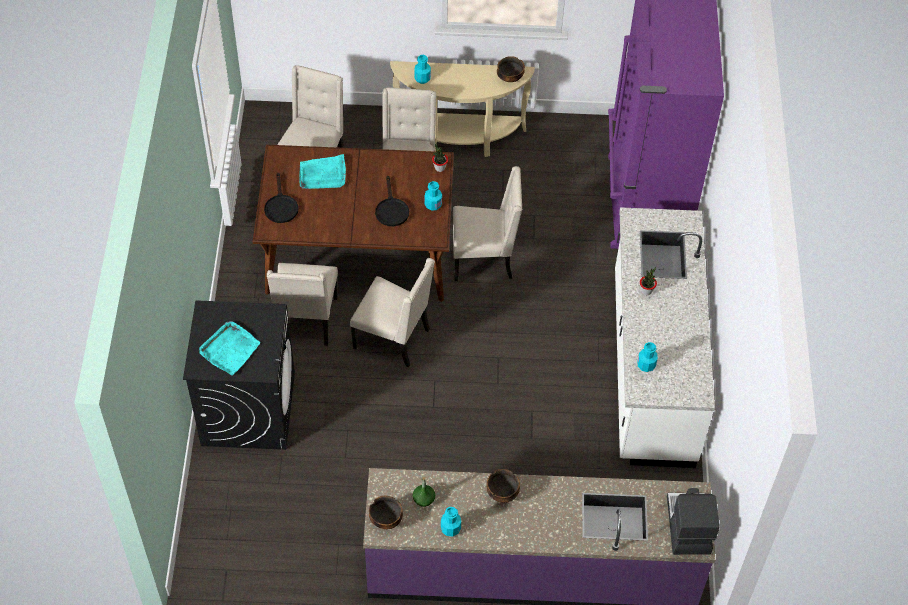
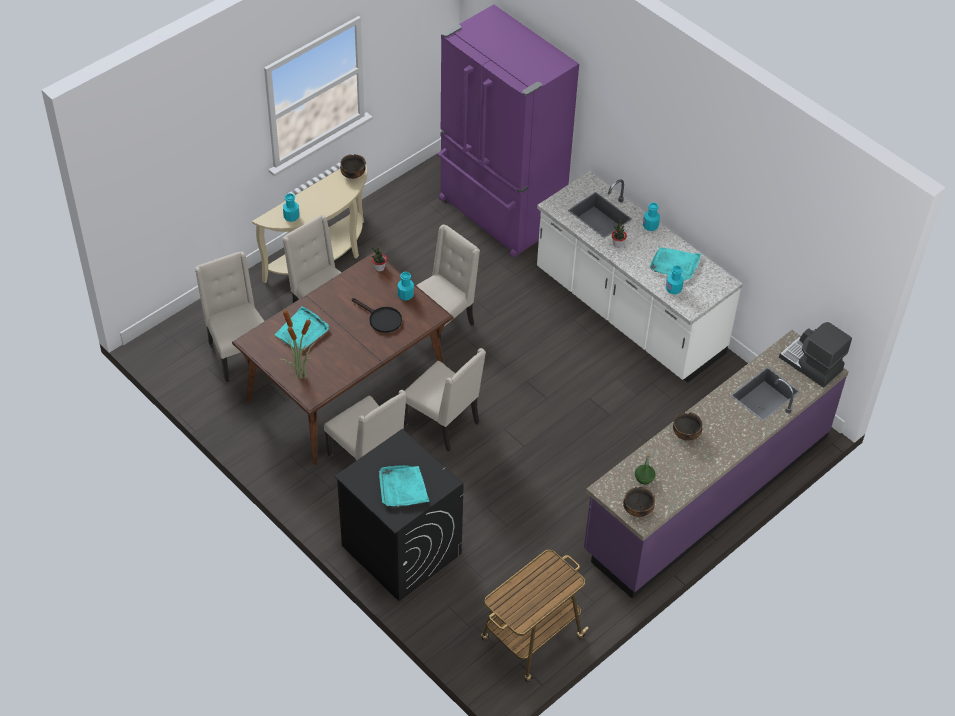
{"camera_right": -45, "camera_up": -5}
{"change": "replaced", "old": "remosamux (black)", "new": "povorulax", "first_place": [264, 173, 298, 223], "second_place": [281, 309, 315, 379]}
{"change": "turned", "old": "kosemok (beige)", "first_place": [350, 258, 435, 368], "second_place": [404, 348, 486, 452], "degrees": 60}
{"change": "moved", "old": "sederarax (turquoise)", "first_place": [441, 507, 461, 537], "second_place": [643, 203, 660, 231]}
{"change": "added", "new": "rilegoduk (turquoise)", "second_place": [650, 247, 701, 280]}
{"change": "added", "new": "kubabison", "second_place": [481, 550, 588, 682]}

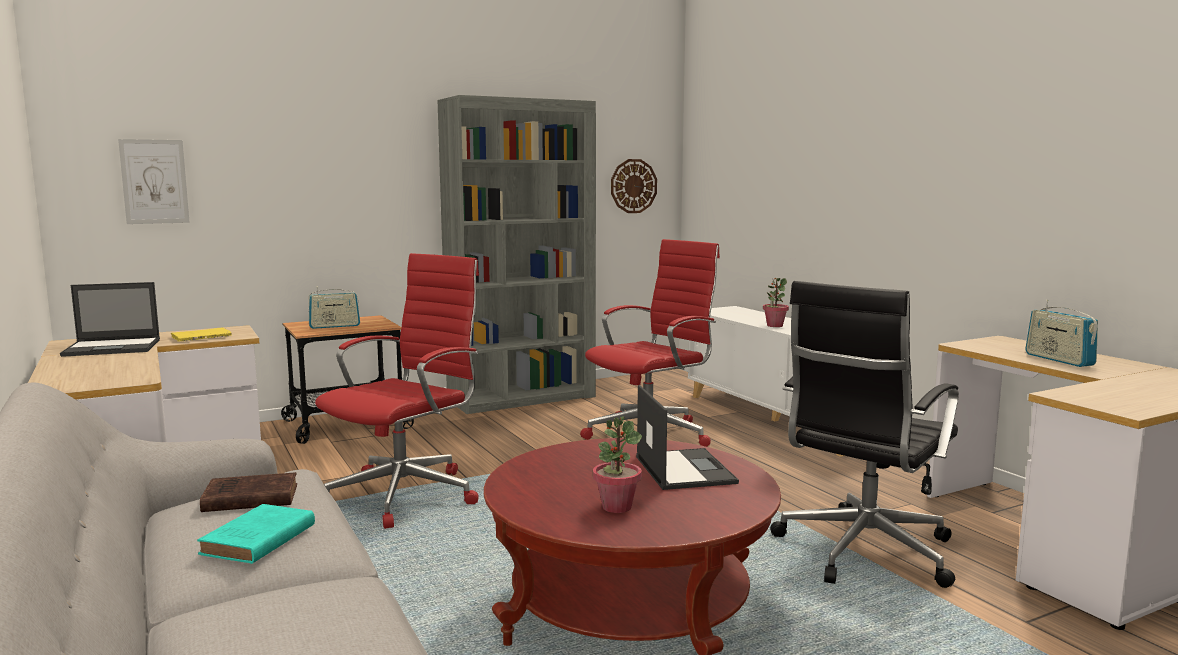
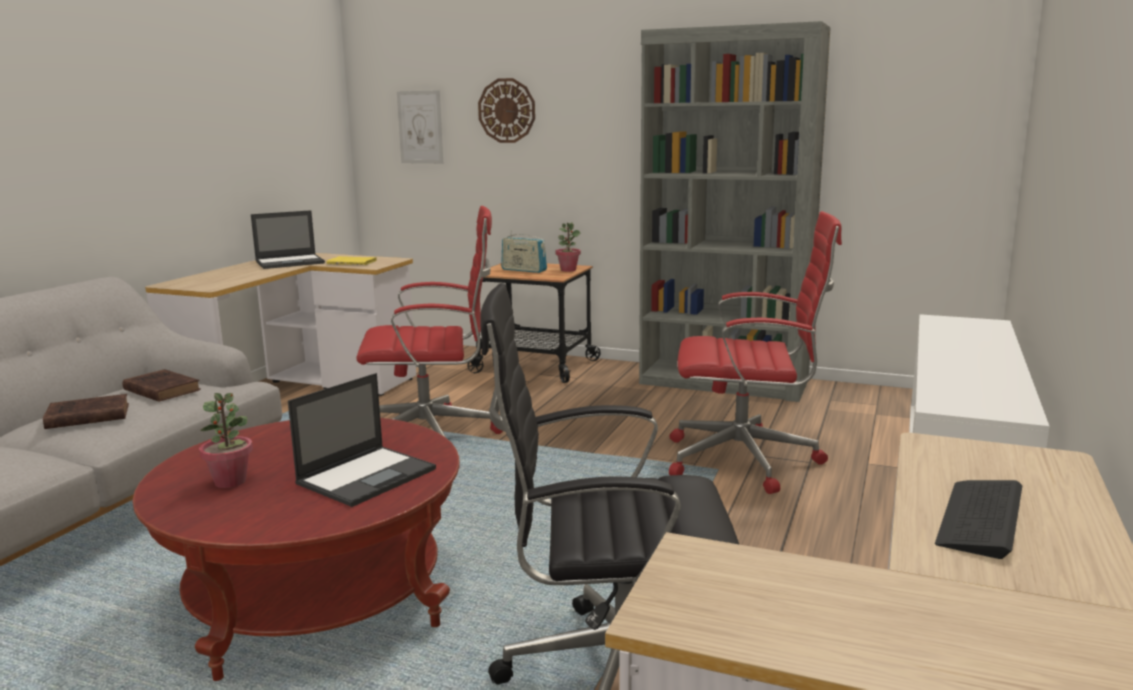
{"camera_right": 50, "camera_up": 5}
{"change": "moved", "old": "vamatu", "first_place": [611, 159, 657, 213], "second_place": [478, 78, 535, 143]}
{"change": "moved", "old": "povorulax", "first_place": [763, 278, 789, 327], "second_place": [556, 222, 581, 272]}
{"change": "turned", "old": "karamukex", "first_place": [60, 282, 160, 357], "second_place": [251, 210, 325, 269], "degrees": -60}
{"change": "replaced", "old": "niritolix", "new": "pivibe", "first_place": [1025, 300, 1098, 367], "second_place": [935, 480, 1022, 559]}
{"change": "recoloured", "old": "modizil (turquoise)", "new": "modizil (brown)", "first_place": [197, 504, 315, 564], "second_place": [43, 394, 129, 429]}

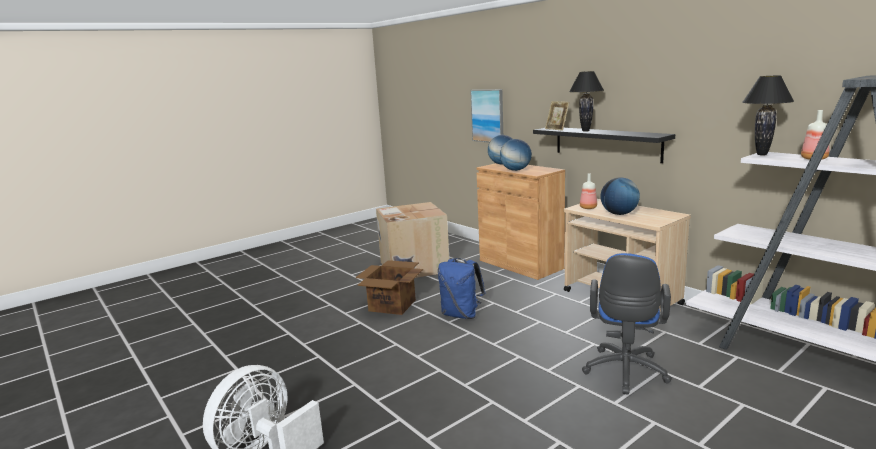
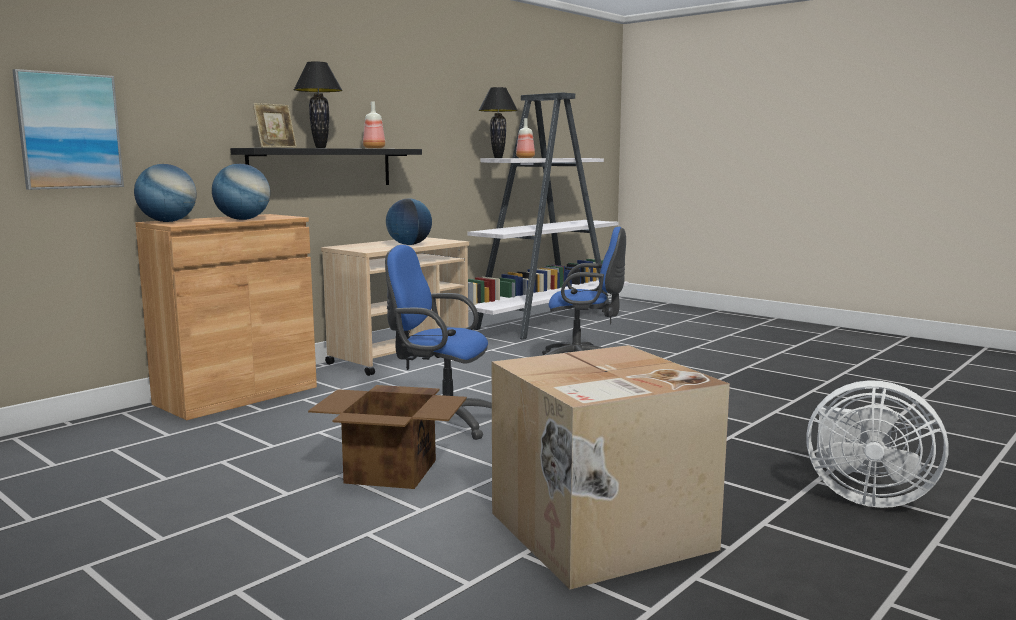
{"camera_right": -100, "camera_up": -5}
{"change": "moved", "old": "sederarax", "first_place": [580, 174, 597, 209], "second_place": [363, 101, 385, 149]}
{"change": "moved", "old": "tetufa", "first_place": [376, 202, 449, 278], "second_place": [492, 345, 730, 589]}
{"change": "replaced", "old": "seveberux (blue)", "new": "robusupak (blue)", "first_place": [438, 258, 485, 319], "second_place": [385, 245, 492, 440]}

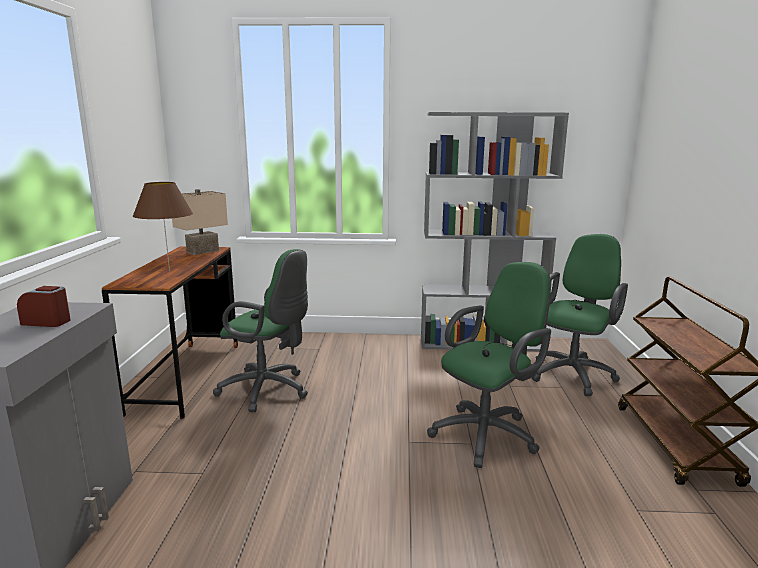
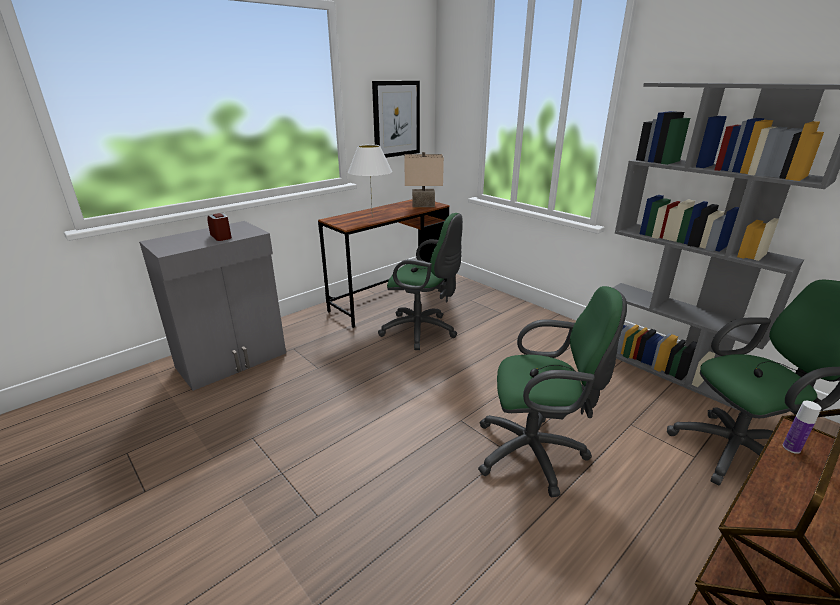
{"camera_right": 45, "camera_up": 10}
{"change": "recoloured", "old": "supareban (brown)", "new": "supareban (white)", "first_place": [133, 182, 193, 272], "second_place": [348, 144, 392, 217]}
{"change": "turned", "old": "robusupak (green)", "first_place": [213, 249, 308, 412], "second_place": [378, 213, 463, 350], "degrees": -45}
{"change": "added", "new": "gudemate", "second_place": [372, 81, 420, 158]}
{"change": "added", "new": "sederarax", "second_place": [783, 401, 821, 454]}

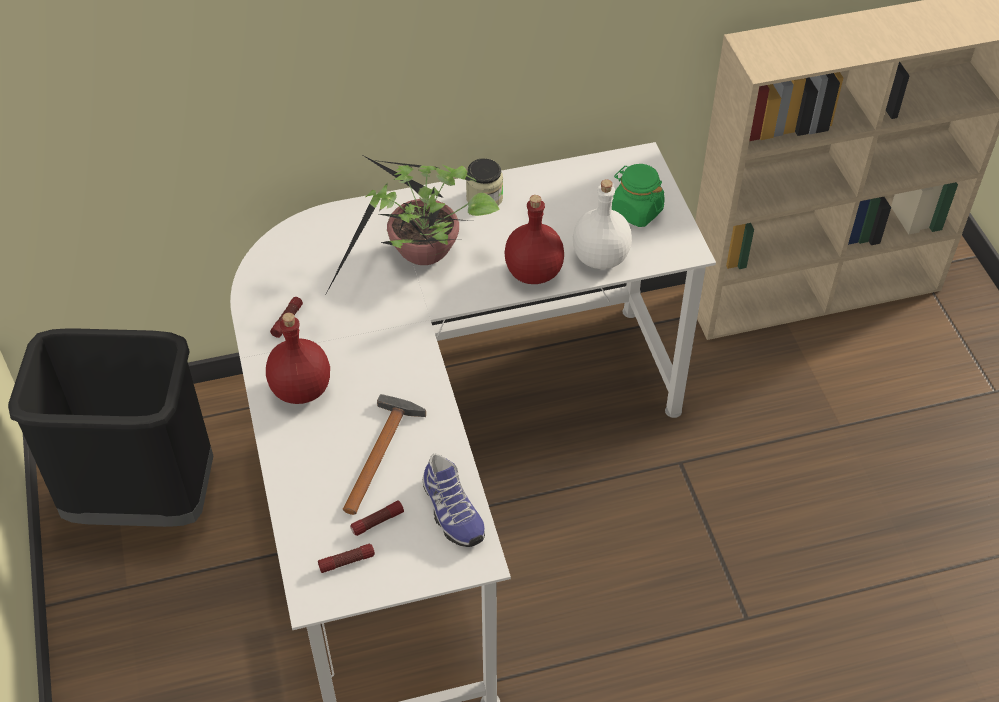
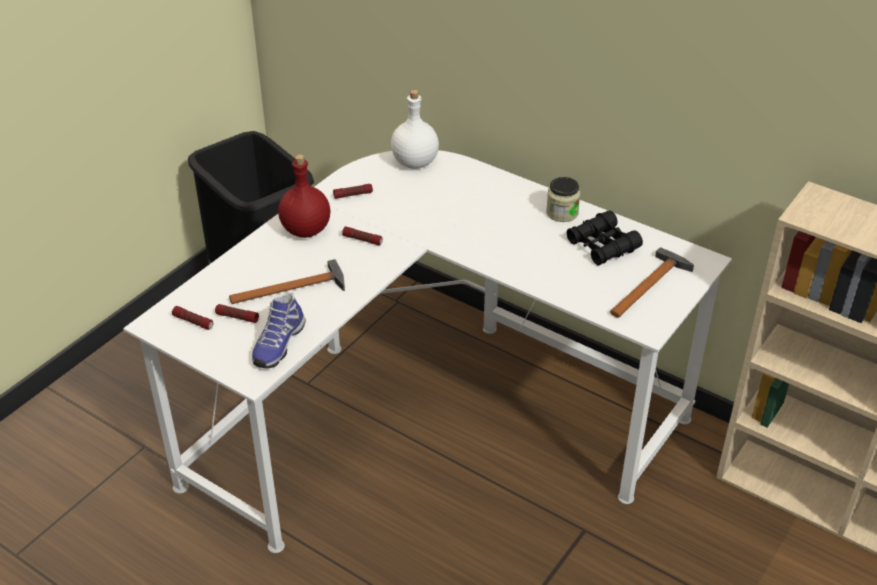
{"camera_right": 50, "camera_up": -10}
{"change": "removed", "old": "povorulax", "first_place": [327, 154, 500, 292]}
{"change": "replaced", "old": "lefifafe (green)", "new": "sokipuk", "first_place": [612, 164, 665, 227], "second_place": [610, 247, 694, 318]}
{"change": "moved", "old": "sederarax (white)", "first_place": [573, 180, 632, 269], "second_place": [391, 90, 439, 169]}
{"change": "removed", "old": "sederarax (red)", "first_place": [504, 195, 564, 284]}
{"change": "added", "new": "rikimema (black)", "second_place": [566, 211, 643, 265]}
{"change": "added", "new": "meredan", "second_place": [342, 226, 383, 245]}

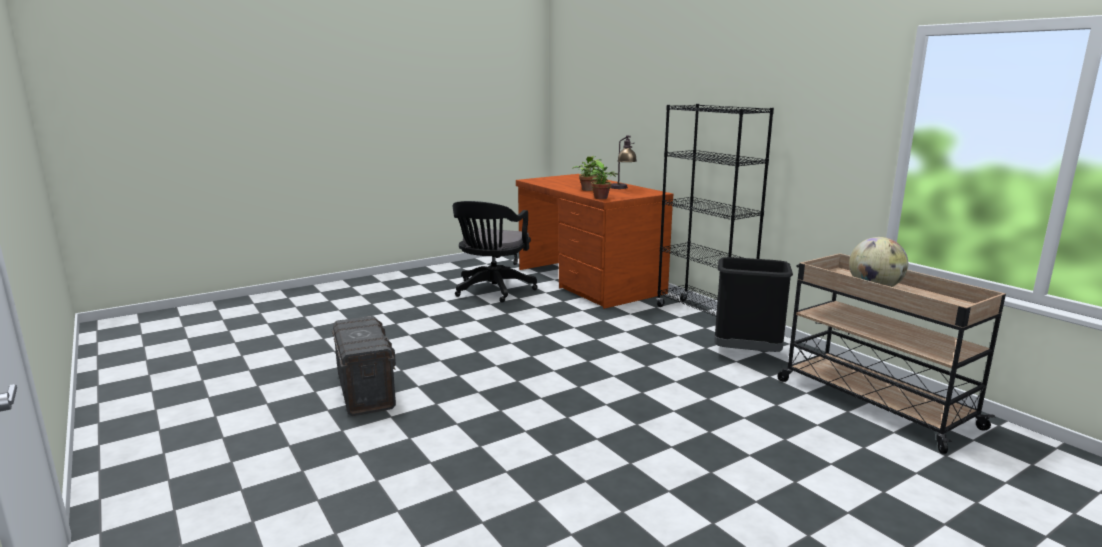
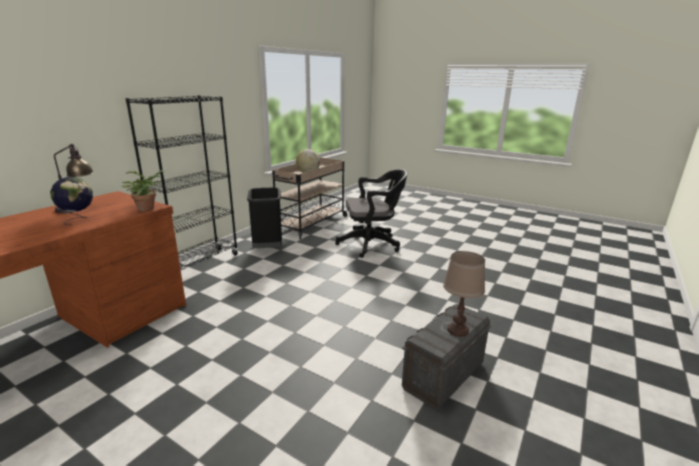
{"camera_right": -115, "camera_up": 5}
{"change": "replaced", "old": "povorulax", "new": "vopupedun", "first_place": [572, 156, 601, 191], "second_place": [50, 177, 93, 225]}
{"change": "moved", "old": "robusupak (black)", "first_place": [453, 201, 538, 303], "second_place": [335, 169, 408, 258]}
{"change": "added", "new": "supareban (brown)", "second_place": [443, 251, 485, 337]}

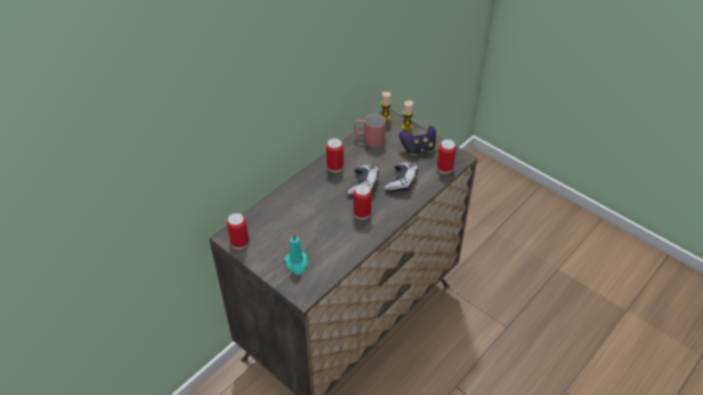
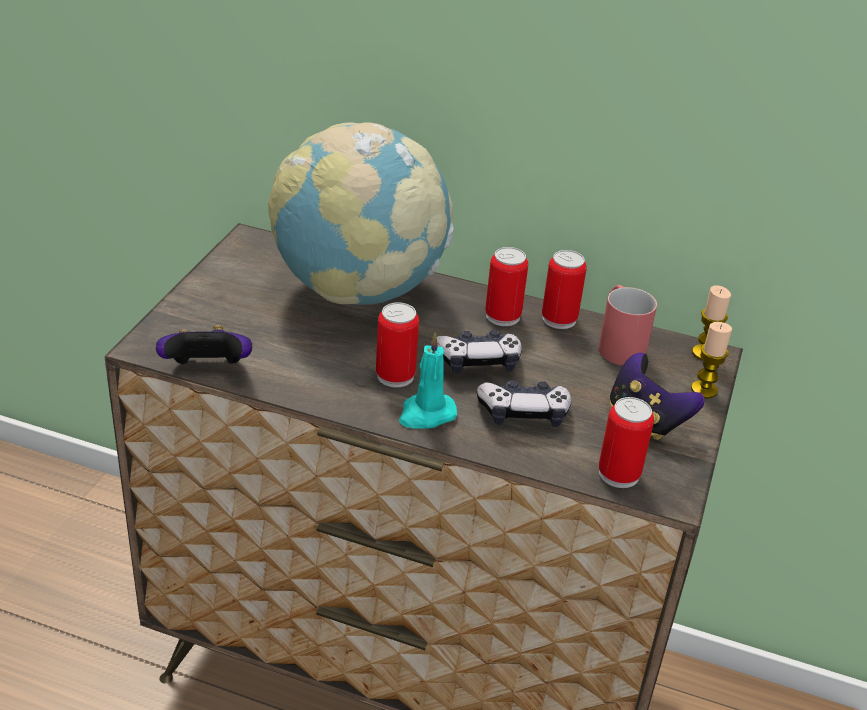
{"camera_right": 65, "camera_up": -10}
{"change": "moved", "old": "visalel", "first_place": [227, 213, 249, 249], "second_place": [542, 250, 587, 329]}
{"change": "moved", "old": "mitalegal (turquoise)", "first_place": [284, 234, 308, 275], "second_place": [399, 332, 457, 429]}
{"change": "added", "new": "vopupedun", "second_place": [268, 122, 454, 305]}
{"change": "added", "new": "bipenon", "second_place": [156, 325, 252, 364]}

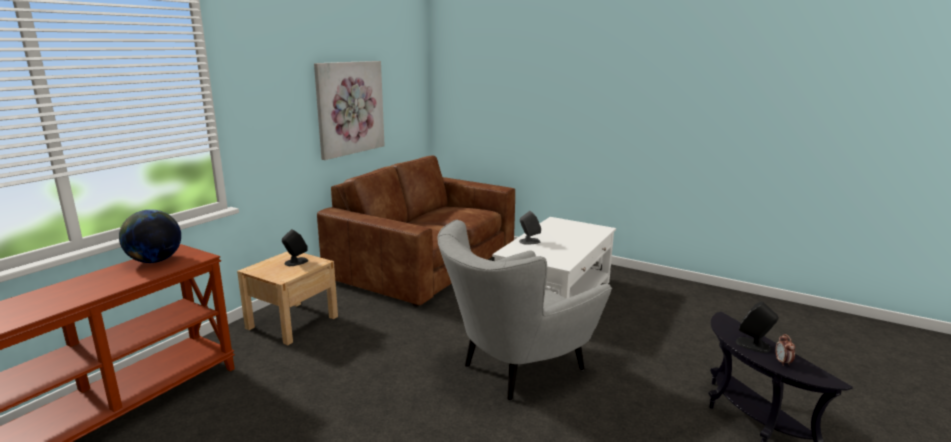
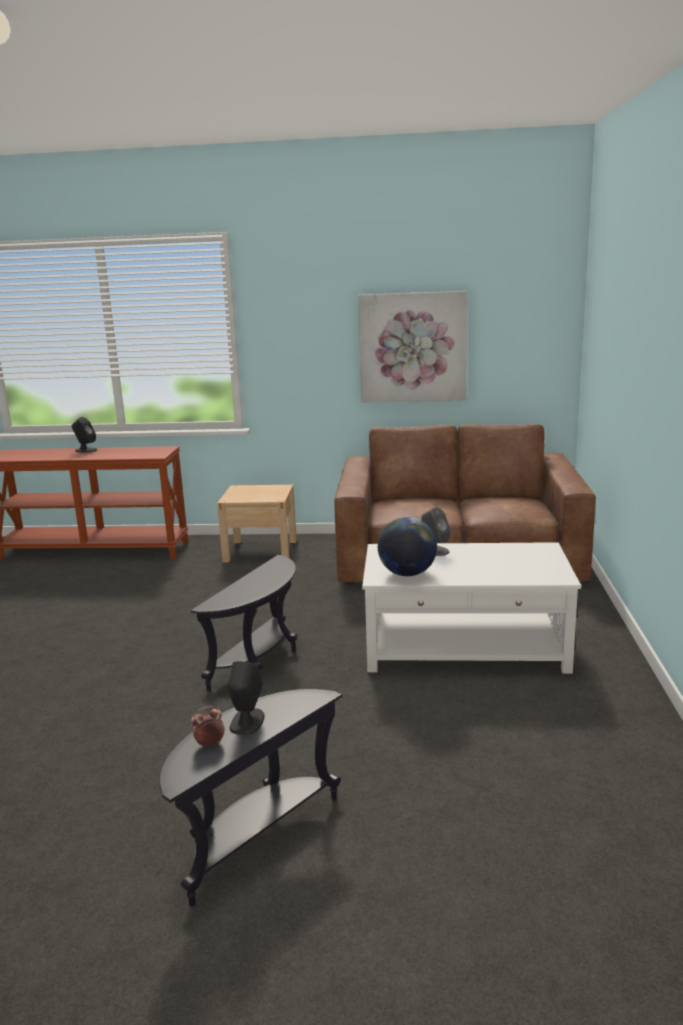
{"camera_right": 65, "camera_up": 0}
{"change": "moved", "old": "vopupedun", "first_place": [119, 210, 181, 263], "second_place": [378, 517, 437, 576]}
{"change": "replaced", "old": "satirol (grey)", "new": "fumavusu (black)", "first_place": [437, 220, 612, 401], "second_place": [190, 555, 298, 692]}
{"change": "moved", "old": "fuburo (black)", "first_place": [282, 229, 308, 266], "second_place": [72, 417, 97, 453]}

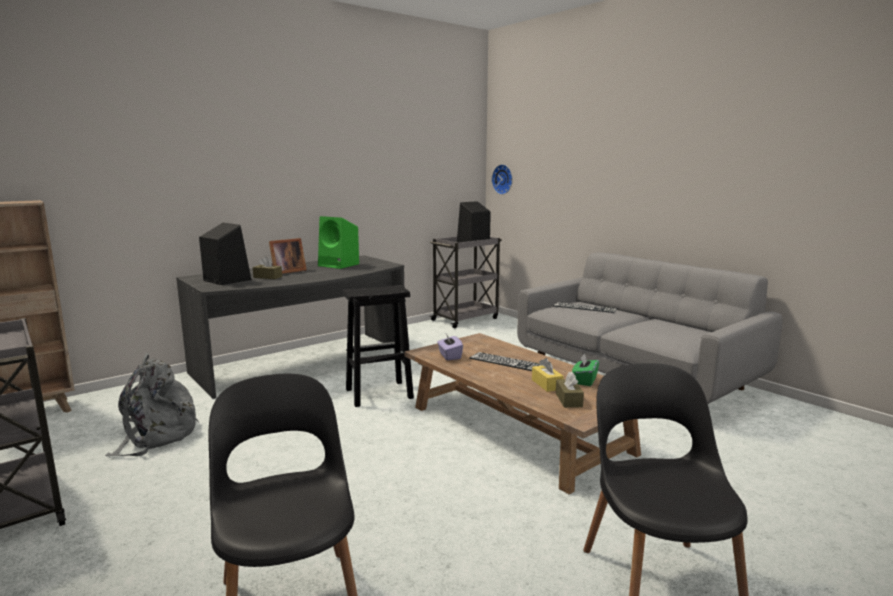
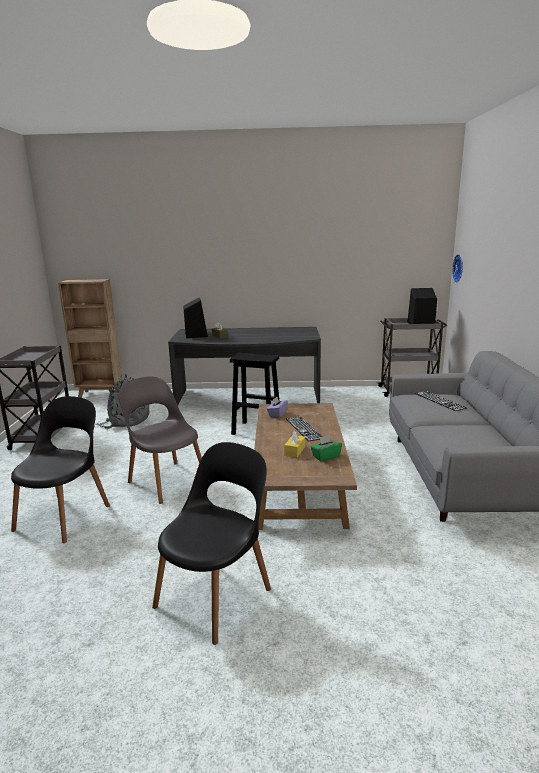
{"camera_right": 40, "camera_up": 5}
{"change": "removed", "old": "fuburo (green)", "first_place": [318, 216, 359, 269]}
{"change": "removed", "old": "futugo", "first_place": [269, 238, 307, 274]}
{"change": "removed", "old": "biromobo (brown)", "first_place": [556, 372, 584, 408]}
{"change": "added", "new": "kosemok (grey)", "second_place": [119, 377, 202, 504]}

